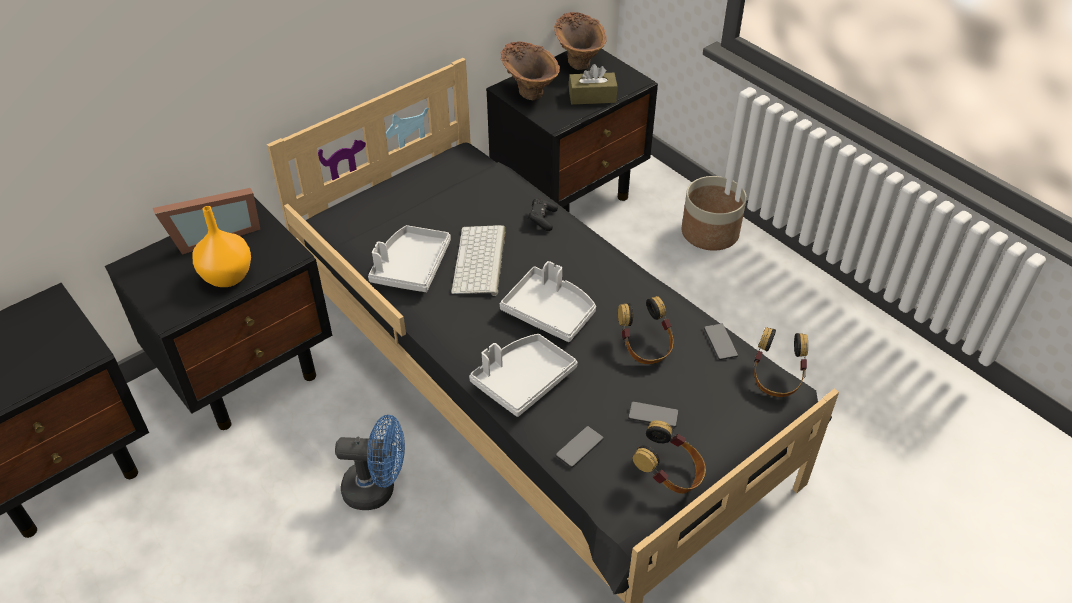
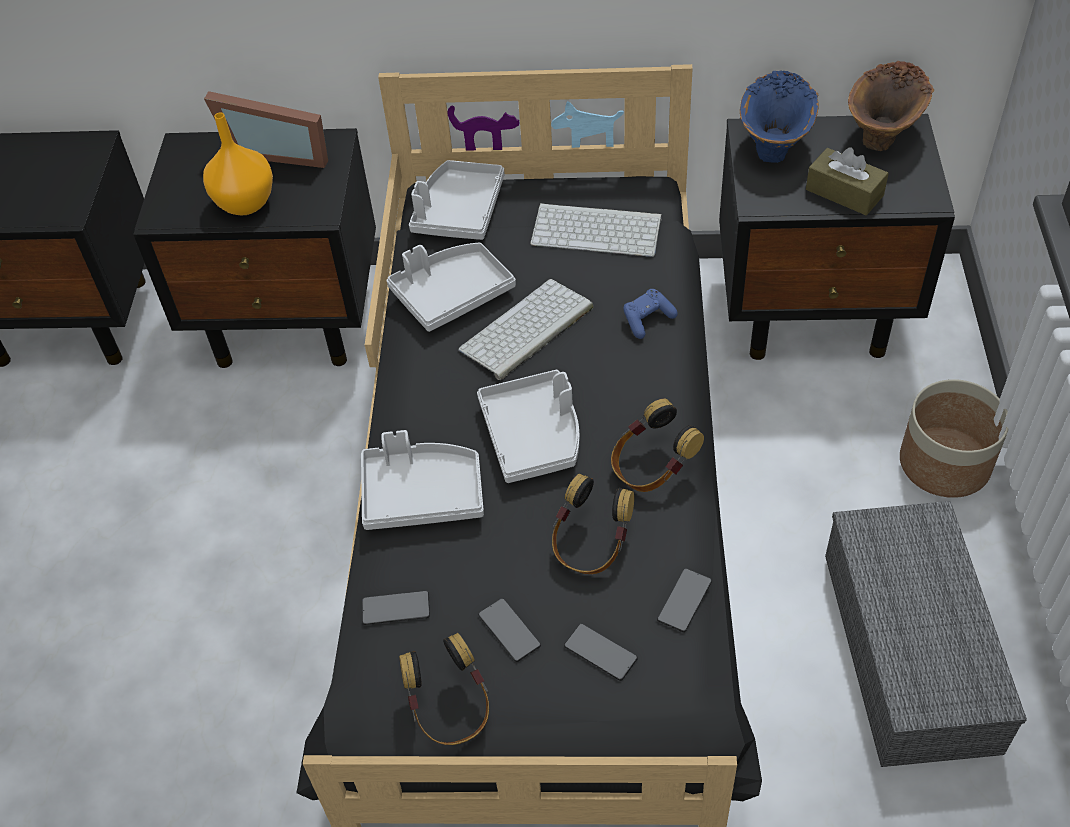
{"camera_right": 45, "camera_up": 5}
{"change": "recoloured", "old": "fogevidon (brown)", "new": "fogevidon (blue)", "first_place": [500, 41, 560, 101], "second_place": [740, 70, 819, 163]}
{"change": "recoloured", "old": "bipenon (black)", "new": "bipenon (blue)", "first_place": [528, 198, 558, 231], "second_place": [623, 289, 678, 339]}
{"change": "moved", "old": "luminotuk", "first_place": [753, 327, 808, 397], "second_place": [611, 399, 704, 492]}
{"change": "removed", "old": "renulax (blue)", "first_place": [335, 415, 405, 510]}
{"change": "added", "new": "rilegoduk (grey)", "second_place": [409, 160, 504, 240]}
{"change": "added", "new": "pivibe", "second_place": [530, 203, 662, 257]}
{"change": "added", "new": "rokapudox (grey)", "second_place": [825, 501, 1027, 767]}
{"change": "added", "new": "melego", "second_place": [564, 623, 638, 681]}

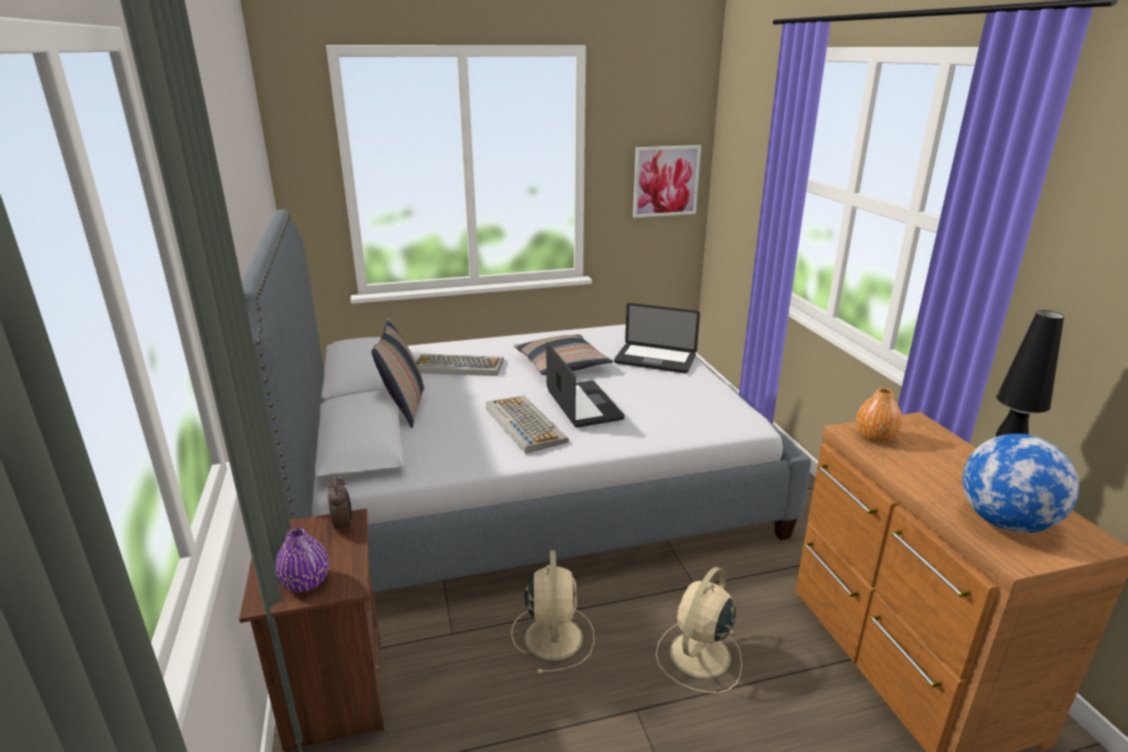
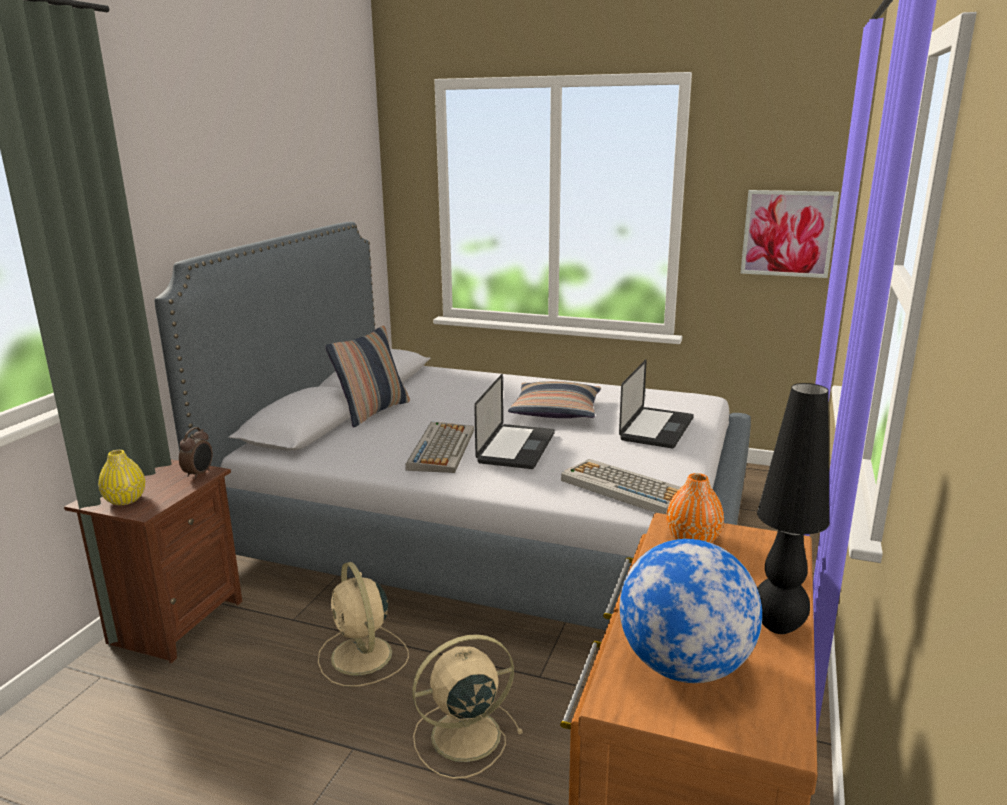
{"camera_right": 35, "camera_up": -5}
{"change": "turned", "old": "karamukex", "first_place": [614, 303, 700, 373], "second_place": [619, 359, 694, 448], "degrees": -120}
{"change": "moved", "old": "pivibe", "first_place": [416, 354, 504, 376], "second_place": [561, 459, 681, 514]}
{"change": "recoloured", "old": "fogevidon (purple)", "new": "fogevidon (yellow)", "first_place": [275, 528, 329, 592], "second_place": [98, 450, 145, 506]}
{"change": "turned", "old": "renulax (beige)", "first_place": [511, 550, 595, 674], "second_place": [318, 562, 409, 687], "degrees": 120}

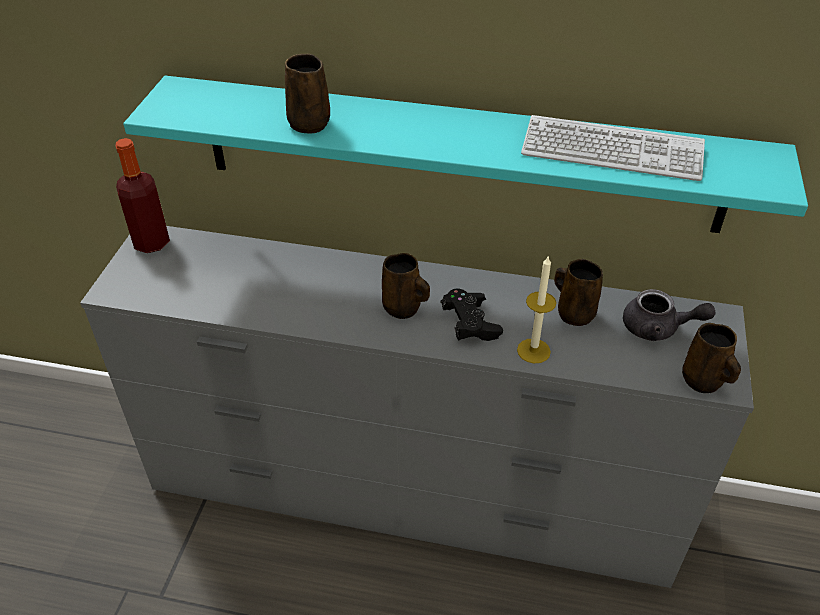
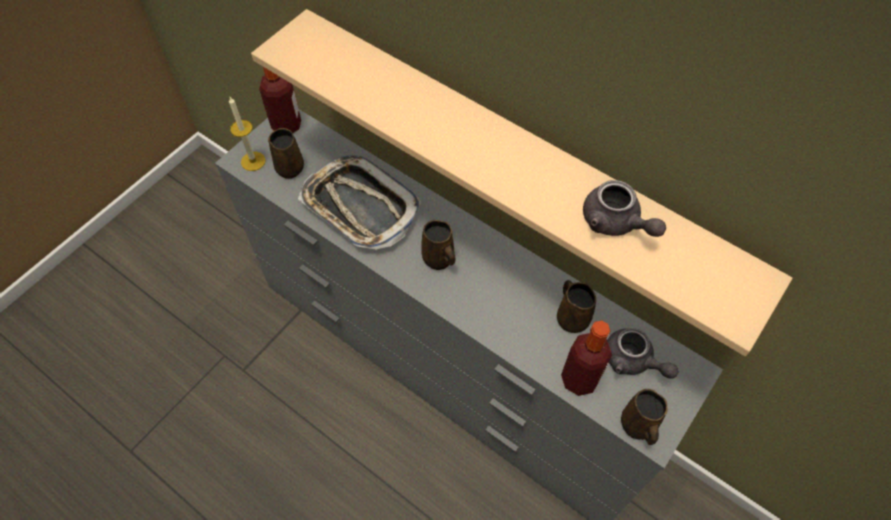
{"camera_right": 25, "camera_up": 15}
{"change": "moved", "old": "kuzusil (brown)", "first_place": [285, 54, 330, 134], "second_place": [268, 128, 304, 179]}
{"change": "recoloured", "old": "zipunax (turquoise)", "new": "zipunax (beige)", "first_place": [123, 76, 808, 233], "second_place": [251, 9, 792, 356]}
{"change": "replaced", "old": "pivibe", "new": "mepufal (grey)", "first_place": [521, 115, 705, 181], "second_place": [583, 180, 666, 237]}
{"change": "moved", "old": "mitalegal", "first_place": [517, 255, 556, 363], "second_place": [229, 97, 266, 171]}
{"change": "removed", "old": "bipenon (black)", "first_place": [441, 288, 503, 341]}
{"change": "added", "new": "rilegoduk", "second_place": [298, 155, 422, 250]}
{"change": "added", "new": "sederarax", "second_place": [561, 321, 612, 396]}

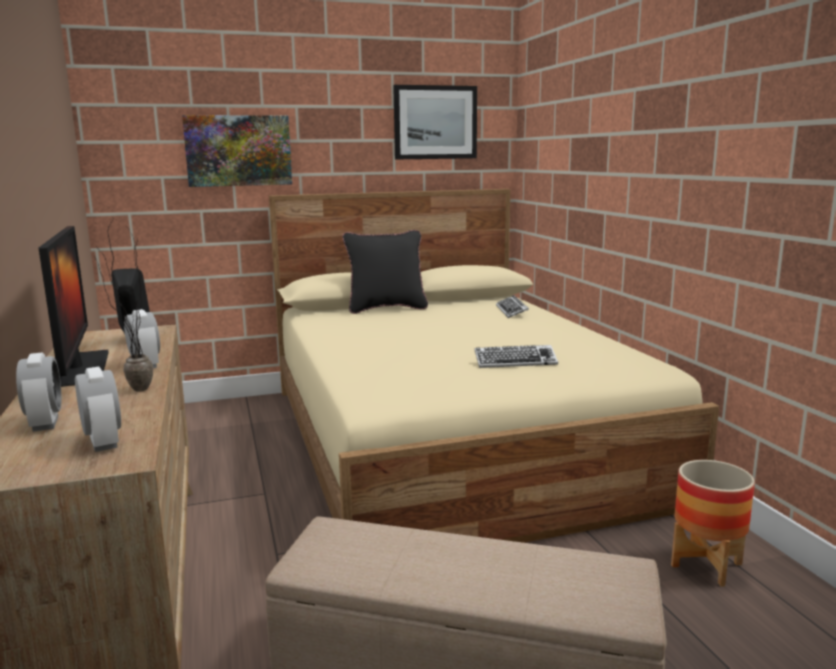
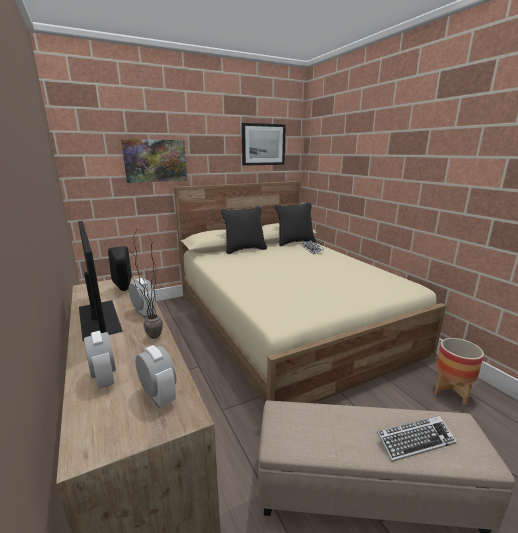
{"camera_right": -10, "camera_up": 5}
{"change": "moved", "old": "pivibe", "first_place": [475, 345, 558, 368], "second_place": [377, 415, 457, 462]}
{"change": "added", "new": "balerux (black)", "second_place": [274, 202, 316, 246]}

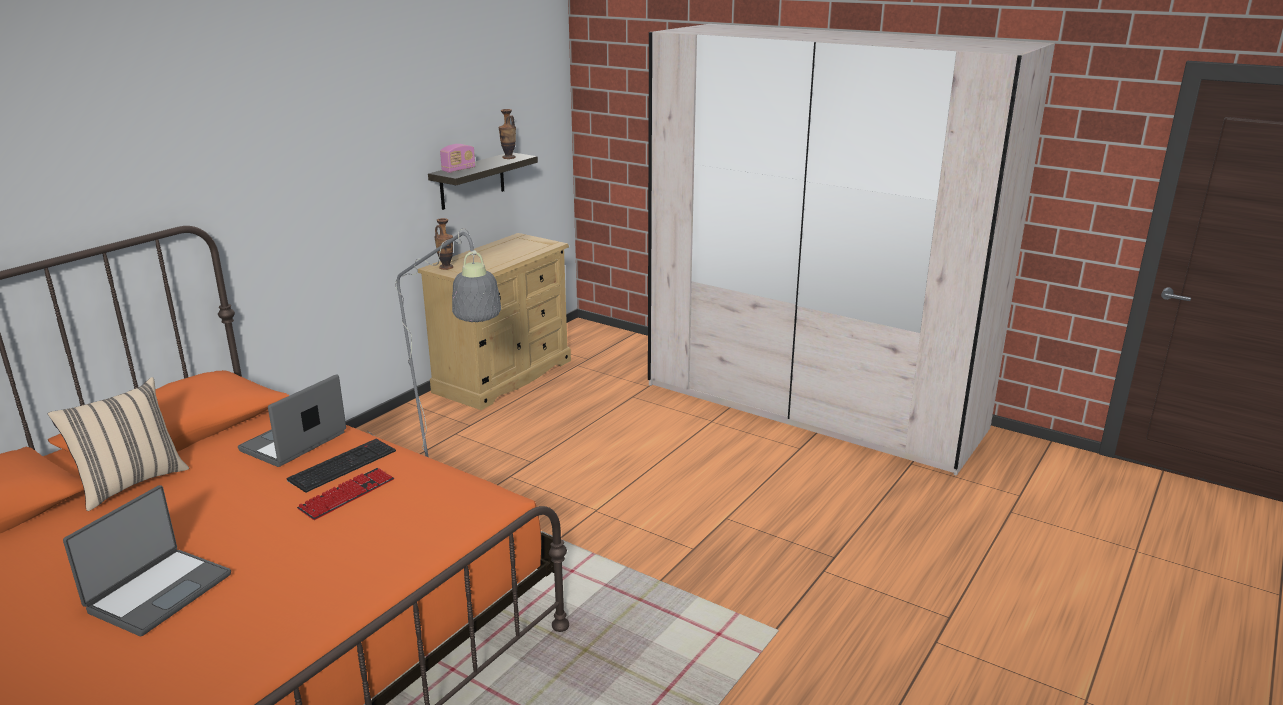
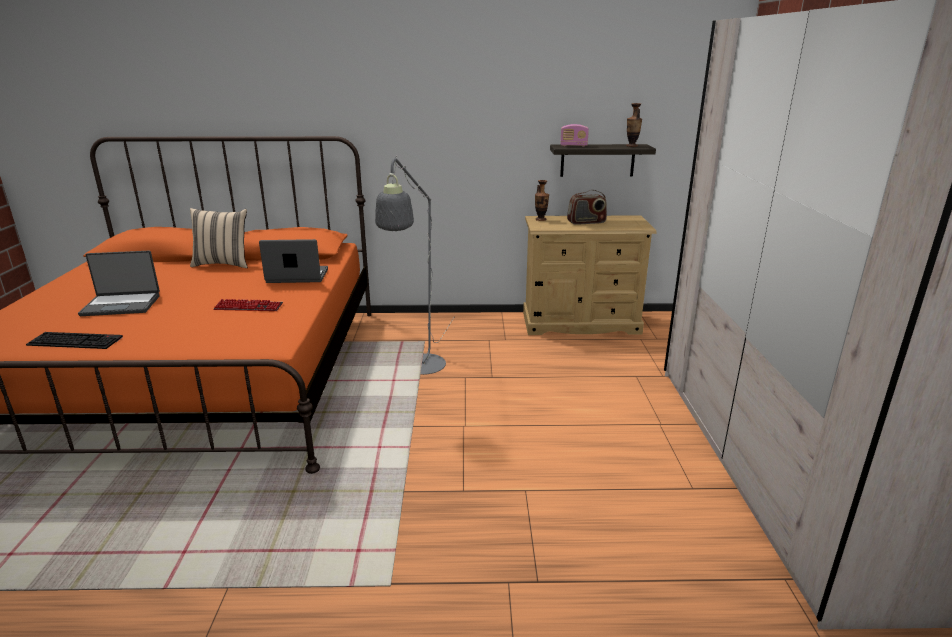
{"camera_right": 55, "camera_up": 0}
{"change": "moved", "old": "pivibe", "first_place": [286, 439, 396, 493], "second_place": [26, 332, 123, 349]}
{"change": "added", "new": "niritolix", "second_place": [567, 190, 607, 225]}

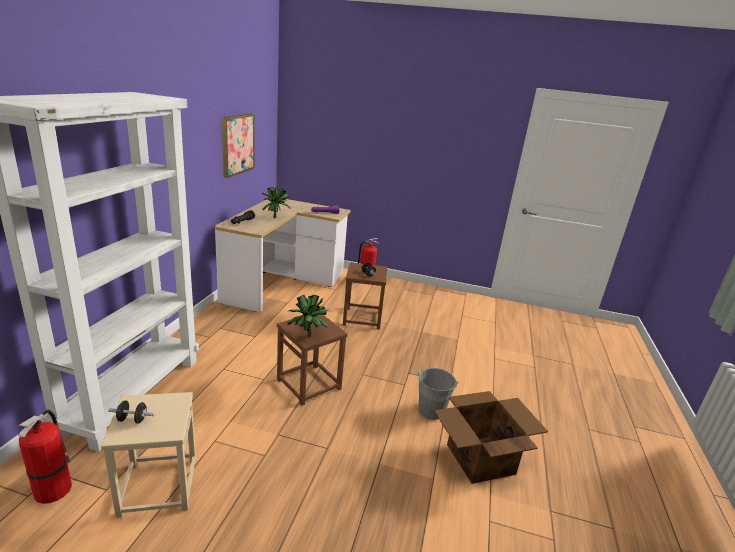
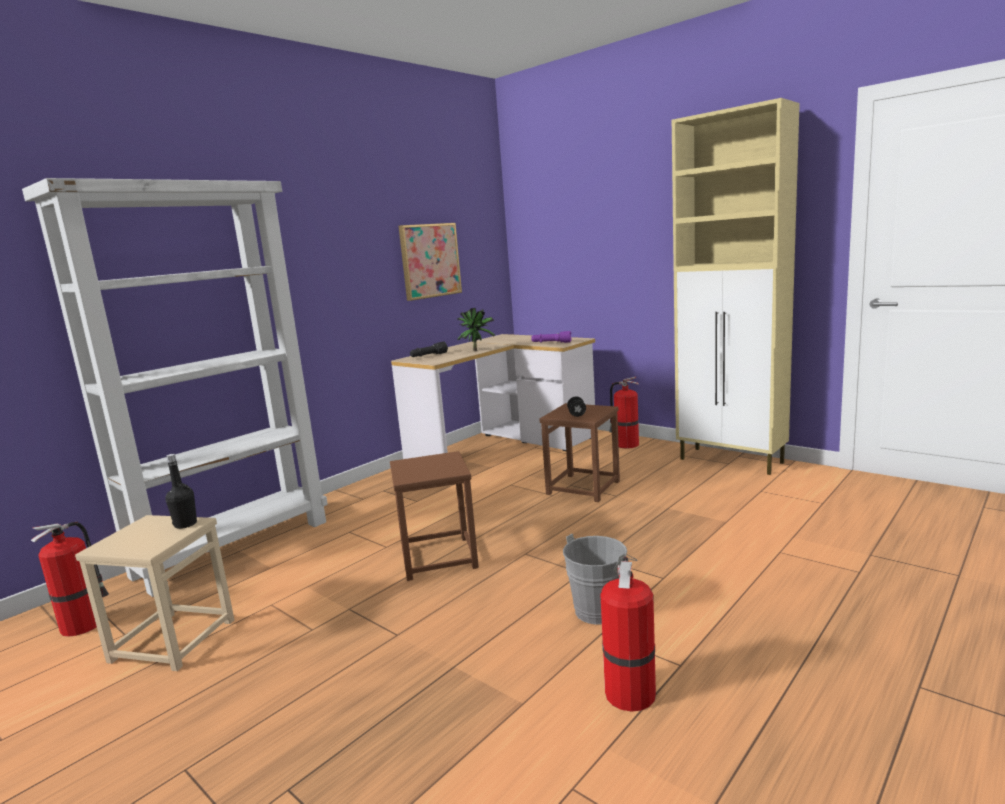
{"camera_right": 30, "camera_up": -10}
{"change": "removed", "old": "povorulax", "first_place": [287, 295, 328, 337]}
{"change": "replaced", "old": "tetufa", "new": "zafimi", "first_place": [434, 391, 548, 484], "second_place": [600, 557, 656, 712]}
{"change": "removed", "old": "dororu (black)", "first_place": [108, 401, 154, 424]}
{"change": "added", "new": "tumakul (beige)", "second_place": [672, 98, 800, 475]}
{"change": "added", "new": "sederarax (black)", "second_place": [165, 454, 197, 529]}

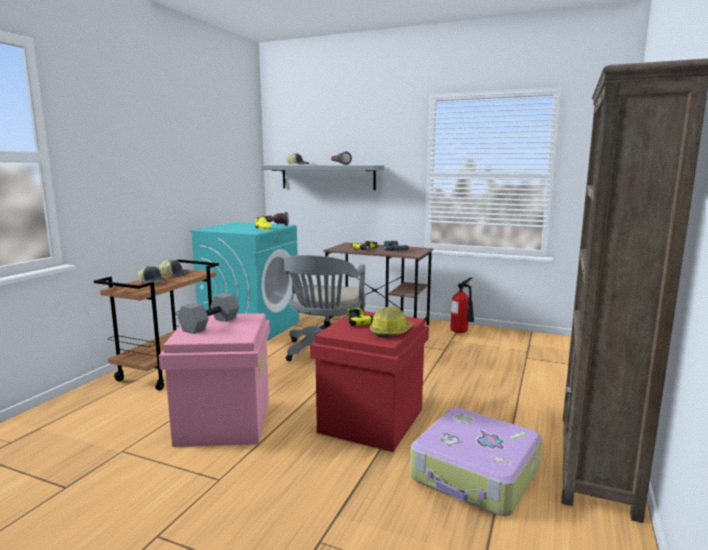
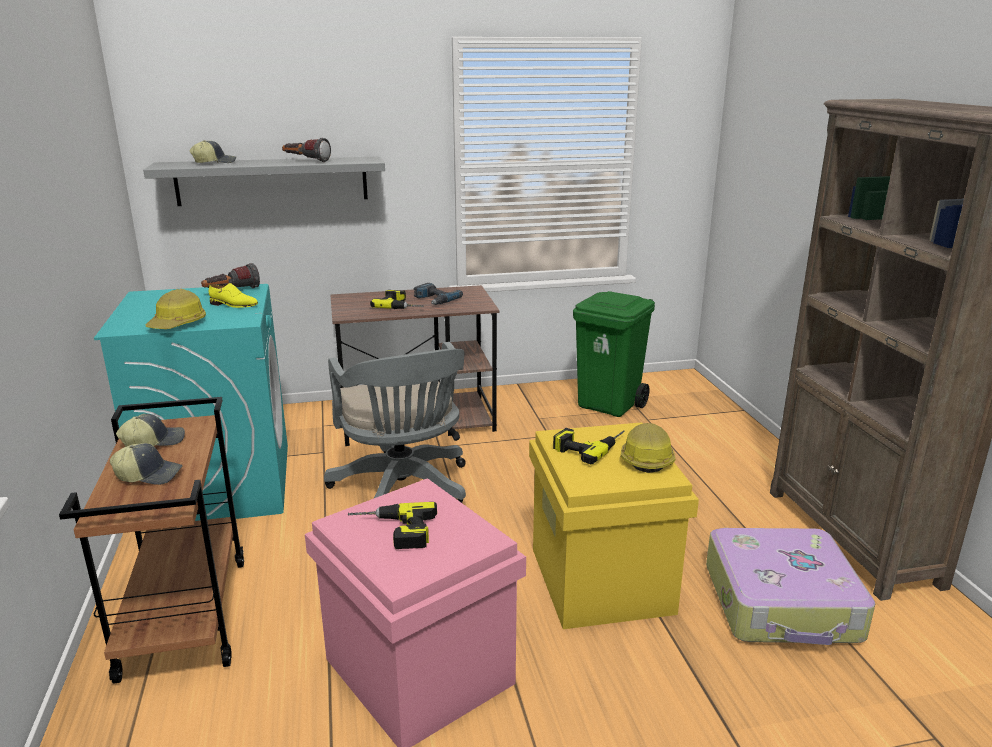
{"camera_right": -35, "camera_up": 10}
{"change": "removed", "old": "zafimi", "first_place": [451, 278, 474, 333]}
{"change": "replaced", "old": "dororu (grey)", "new": "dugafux", "first_place": [178, 293, 239, 334], "second_place": [348, 502, 437, 549]}
{"change": "recoloured", "old": "rokapudox (red)", "new": "rokapudox (yellow)", "first_place": [310, 311, 429, 452], "second_place": [529, 422, 699, 629]}
{"change": "added", "new": "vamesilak", "second_place": [146, 289, 206, 329]}
{"change": "added", "new": "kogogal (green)", "second_place": [573, 291, 655, 417]}

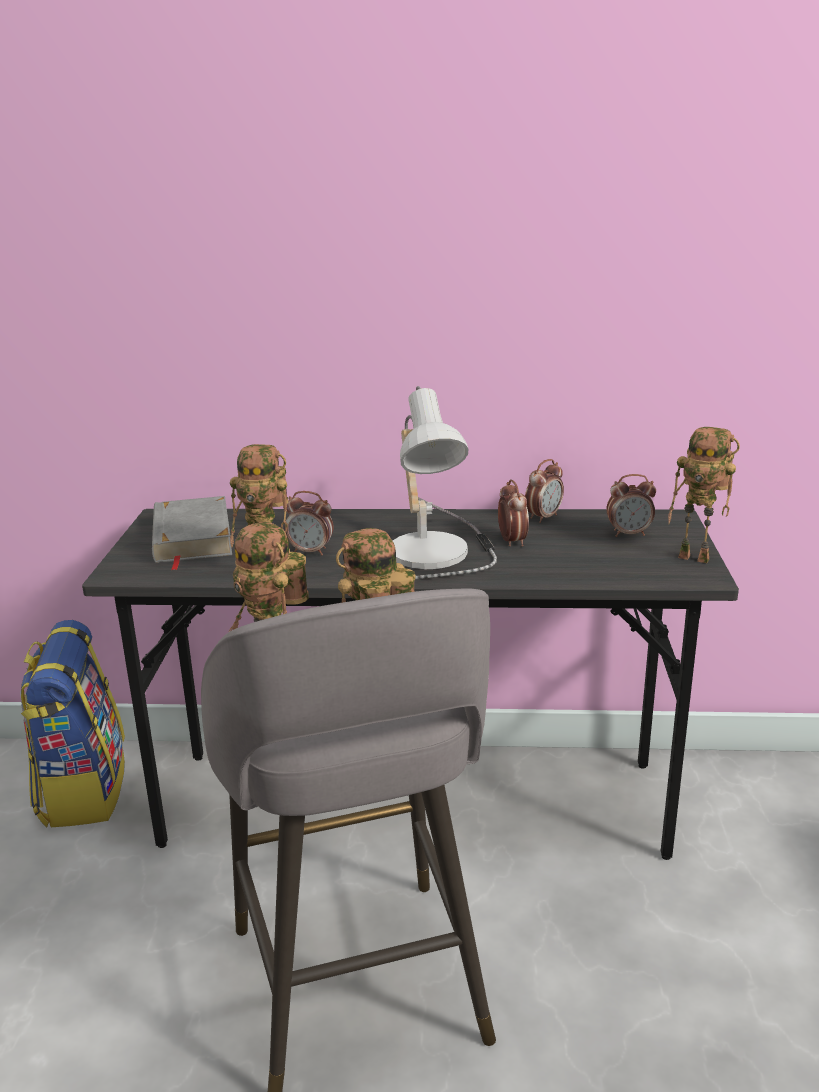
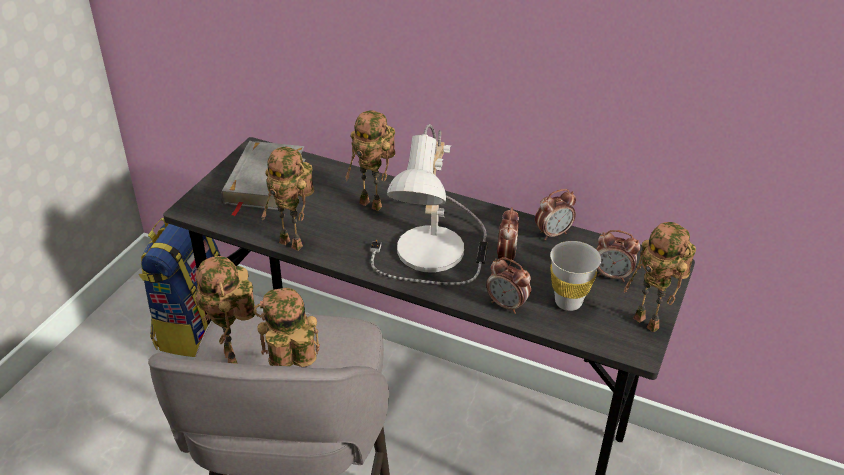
{"camera_right": 20, "camera_up": 15}
{"change": "moved", "old": "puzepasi", "first_place": [285, 491, 334, 556], "second_place": [486, 257, 531, 314]}
{"change": "added", "new": "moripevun", "second_place": [345, 110, 395, 211]}
{"change": "added", "new": "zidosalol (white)", "second_place": [550, 241, 601, 311]}

